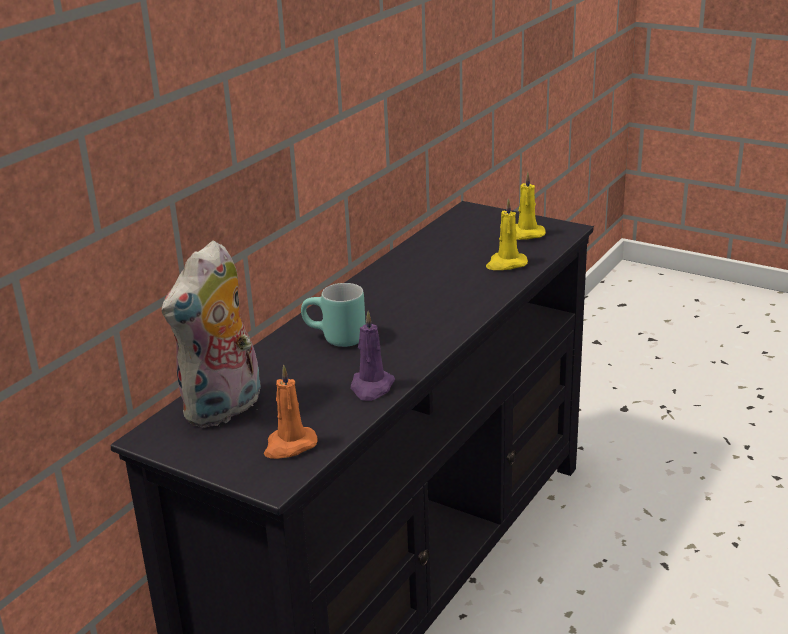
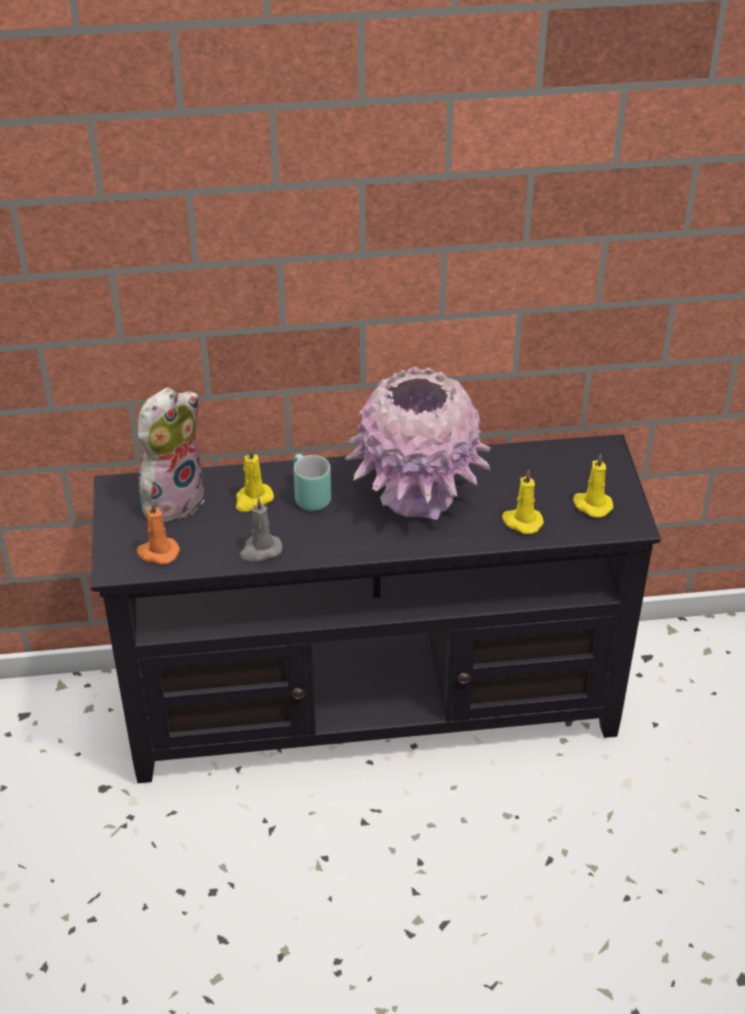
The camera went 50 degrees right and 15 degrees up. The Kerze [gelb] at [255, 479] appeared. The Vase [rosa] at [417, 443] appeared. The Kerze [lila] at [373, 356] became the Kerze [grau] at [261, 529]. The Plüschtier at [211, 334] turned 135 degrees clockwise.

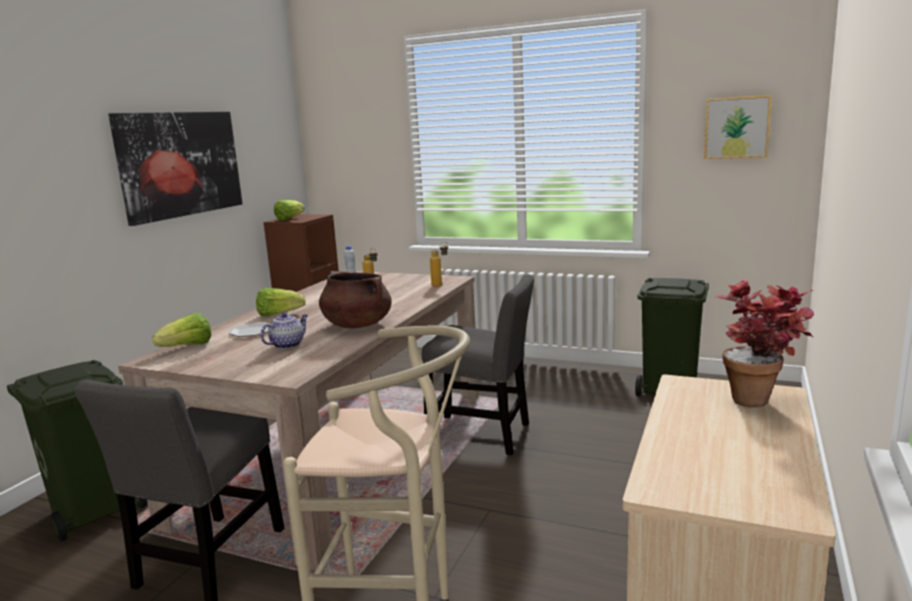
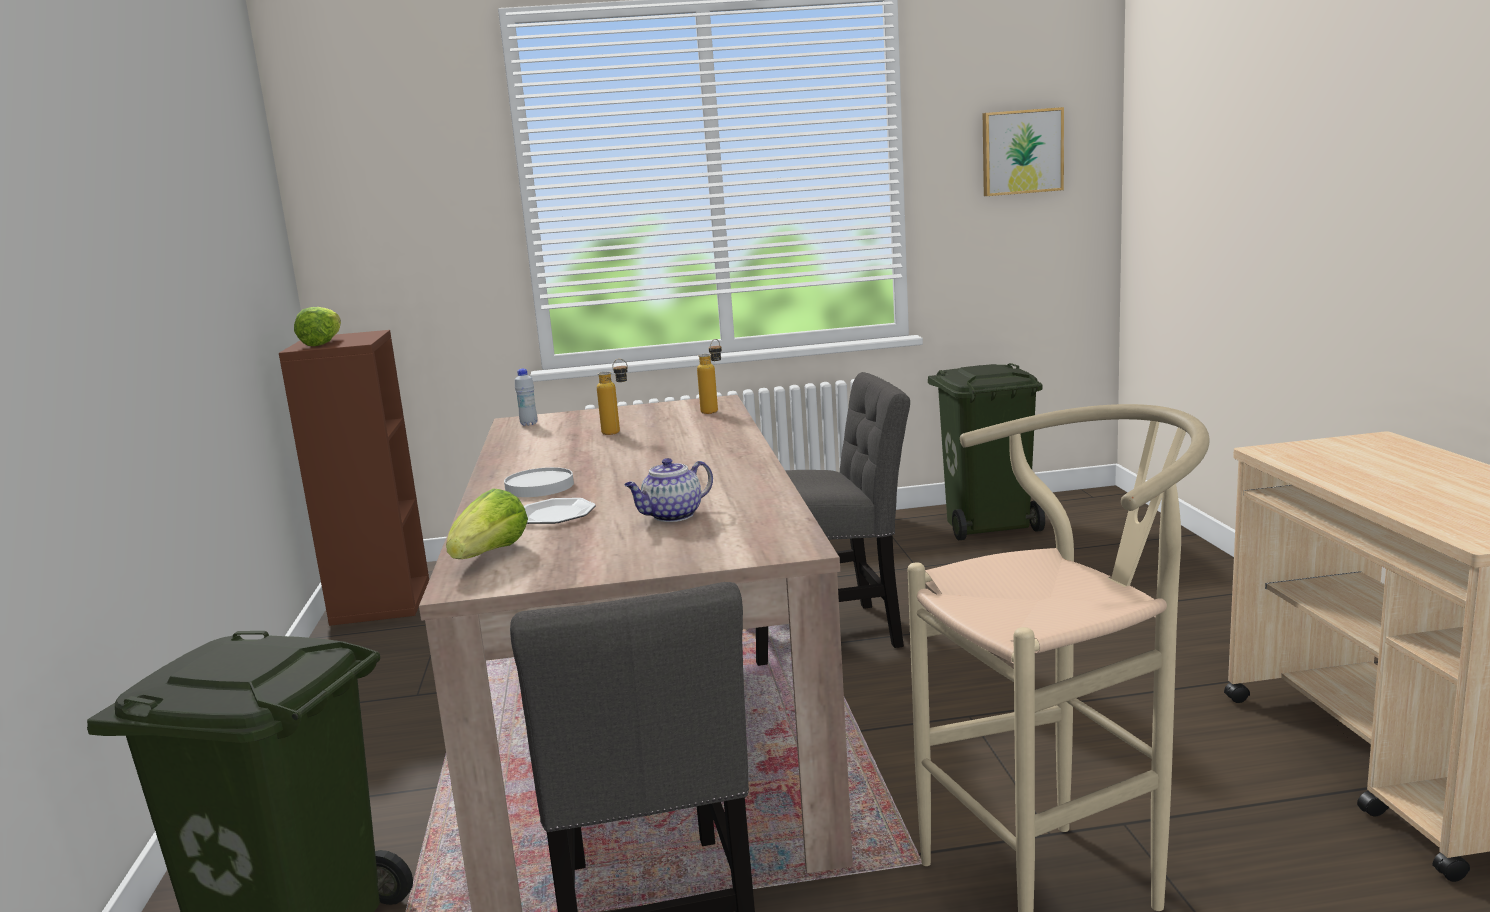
The camera went 30 degrees left and 0 degrees up. The Bild at [175, 169] disappeared. The Kochtopf [braun] at [355, 299] disappeared. The Topfpflanze at [764, 342] disappeared. The Salatkopf at [281, 302] was replaced by the Teller [weiß] at [539, 482]. The Teekanne at [284, 330] turned 135 degrees counterclockwise.

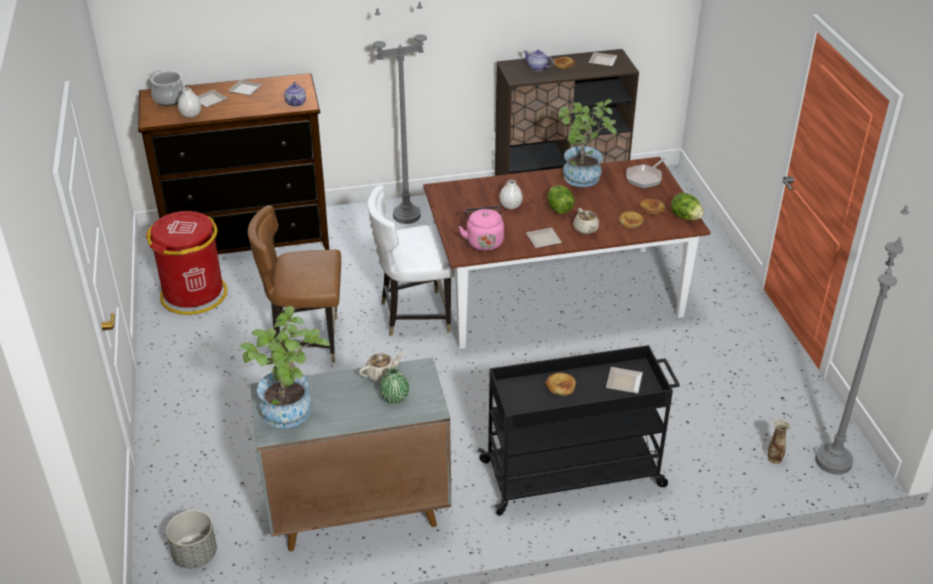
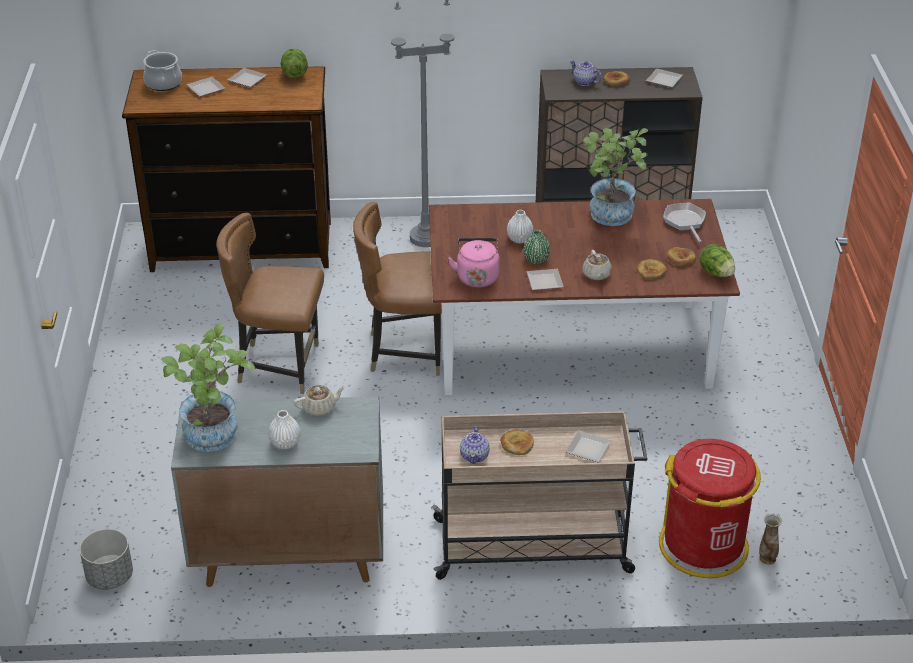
The camera went 10 degrees right and 0 degrees up. The Stehlampe [grau] at [862, 340] disappeared. The Mülleimer [rot] moved from [186, 263] to [710, 508]. The Vase [weiß] moved from [189, 103] to [284, 429]. The Teekanne moved from [295, 94] to [475, 445]. The Vase [grün] moved from [394, 385] to [536, 247]. The Salatkopf moved from [561, 199] to [294, 64]. The Stuhl [weiß] at [411, 260] became the Stuhl [braun] at [397, 289]. The Rollwagen [schwarz] at [578, 430] became the Rollwagen [beige] at [539, 495]. The Pfanne at [645, 173] turned 120 degrees clockwise.

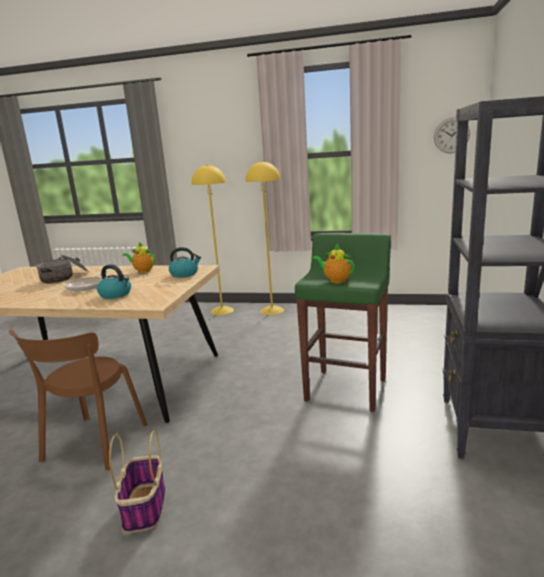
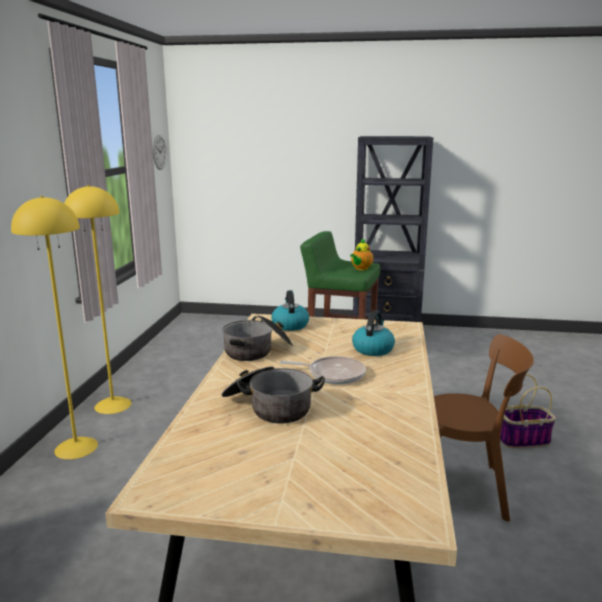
The camera went 95 degrees left and 0 degrees up. The Teekanne at [139, 257] was replaced by the Kochtopf at [257, 338].

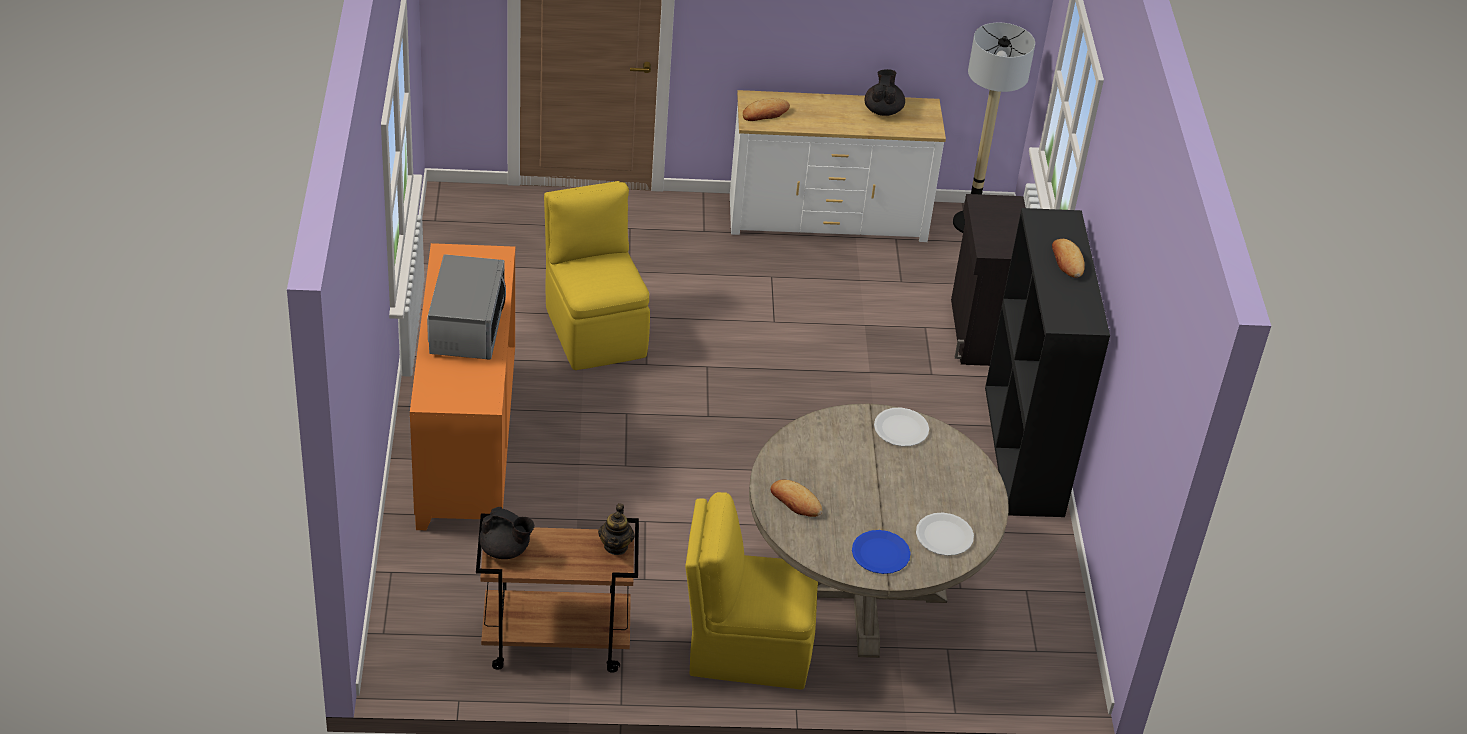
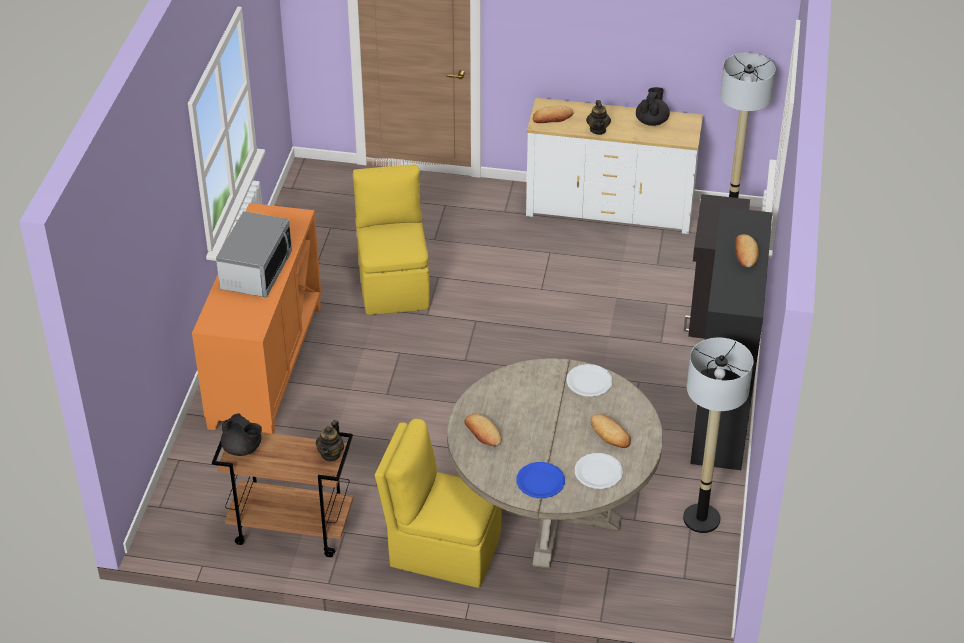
The camera went 15 degrees right and 0 degrees up. The Teekanne at [598, 117] appeared. The Brot at [611, 431] appeared. The Stehlampe at [718, 435] appeared.

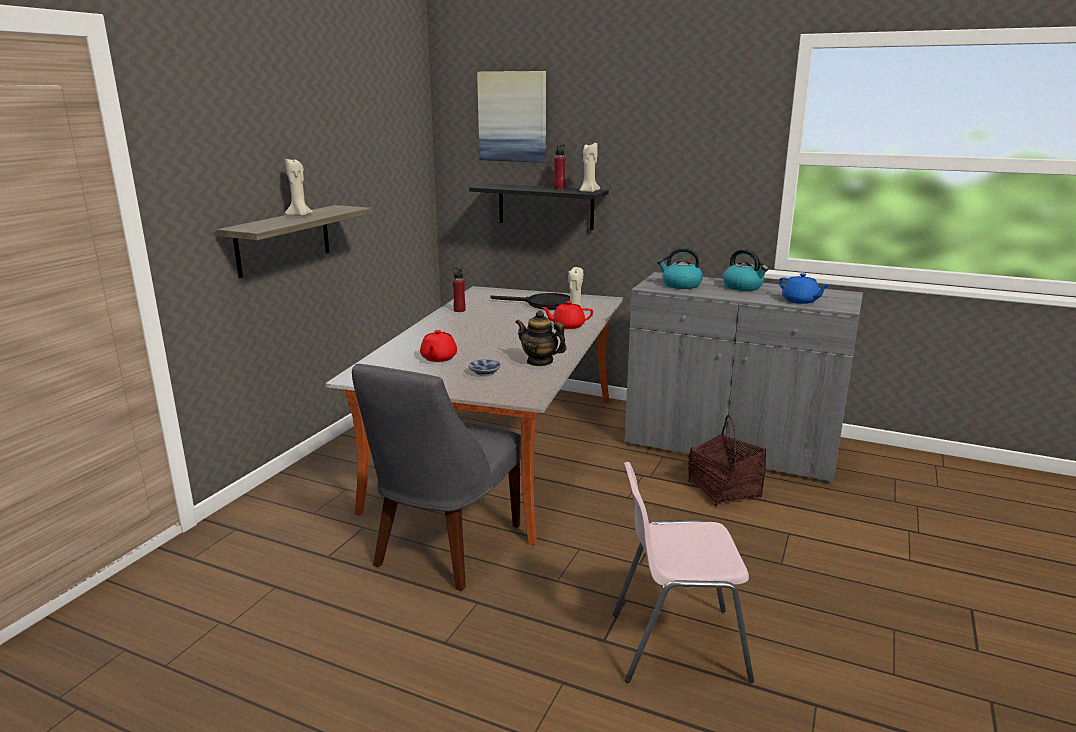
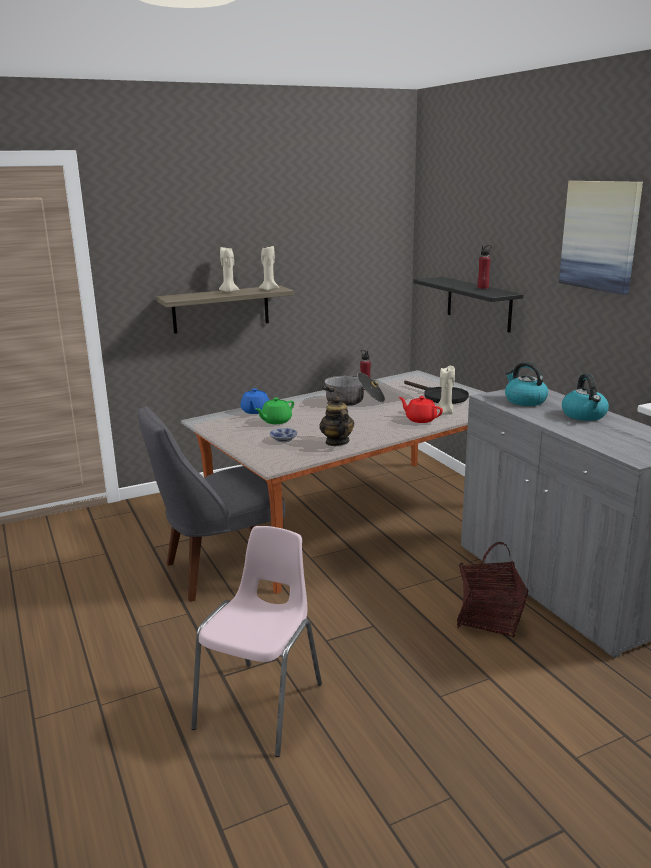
The camera went 40 degrees right and 0 degrees up. The Kochtopf at [353, 389] appeared. The Bild moved from [511, 117] to [601, 238]. The Kerze [beige] moved from [590, 168] to [269, 268]. The Teekanne [blau] moved from [804, 288] to [254, 401]. The Teekanne [rot] at [438, 346] became the Teekanne [grün] at [275, 411]. The Stuhl [rosa] at [683, 572] turned 75 degrees clockwise.

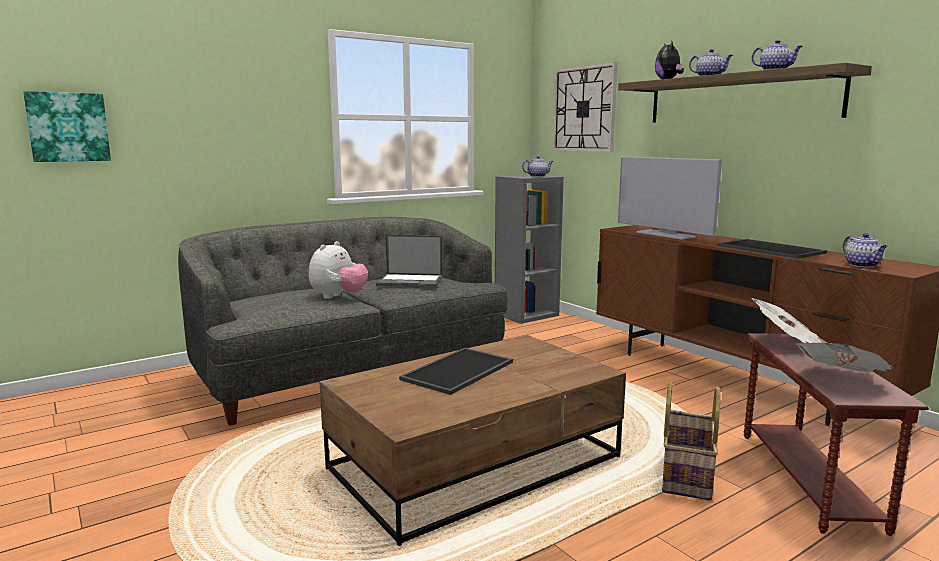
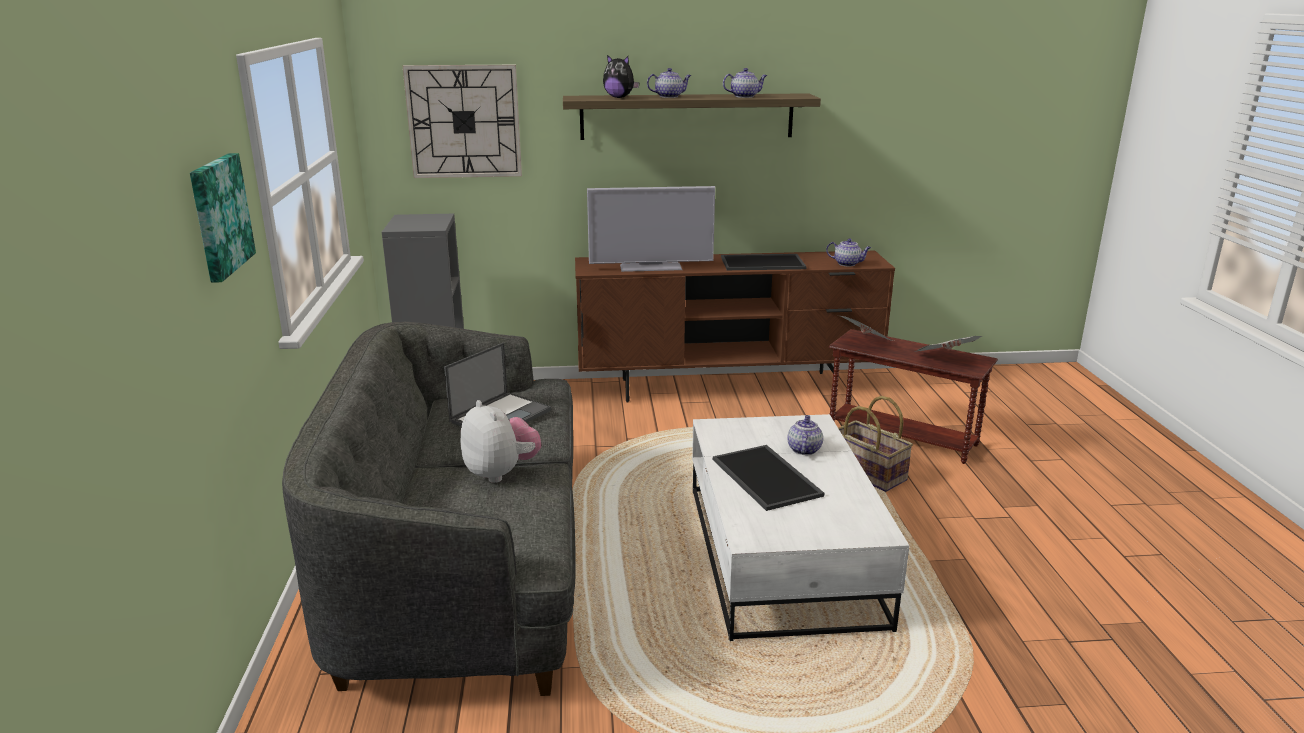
The camera went 60 degrees left and 10 degrees up. The Bild moved from [67, 126] to [223, 218]. The Teekanne moved from [537, 166] to [805, 435]. The Couchtisch [braun] at [472, 440] became the Couchtisch [weiß] at [800, 527].

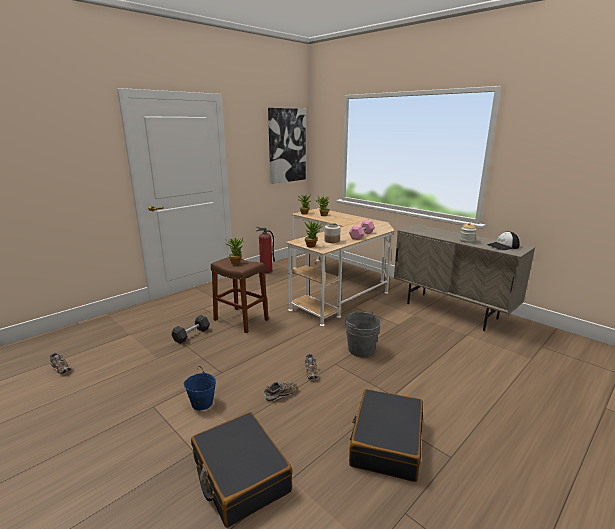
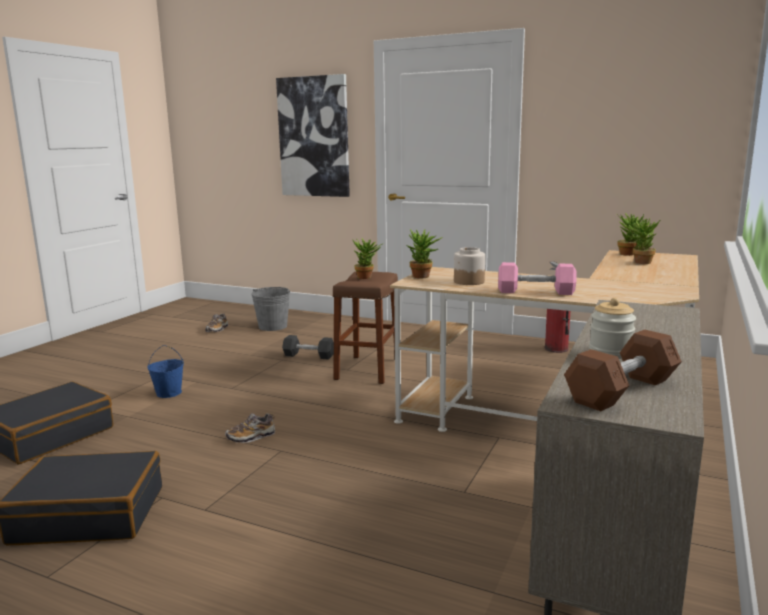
The camera went 70 degrees right and 5 degrees down. The Schuh at [280, 391] disappeared. The Bild moved from [287, 146] to [313, 135]. The Eimer [grau] moved from [363, 334] to [270, 309]. The Kappe at [503, 240] was replaced by the Hantel [braun] at [623, 370].

